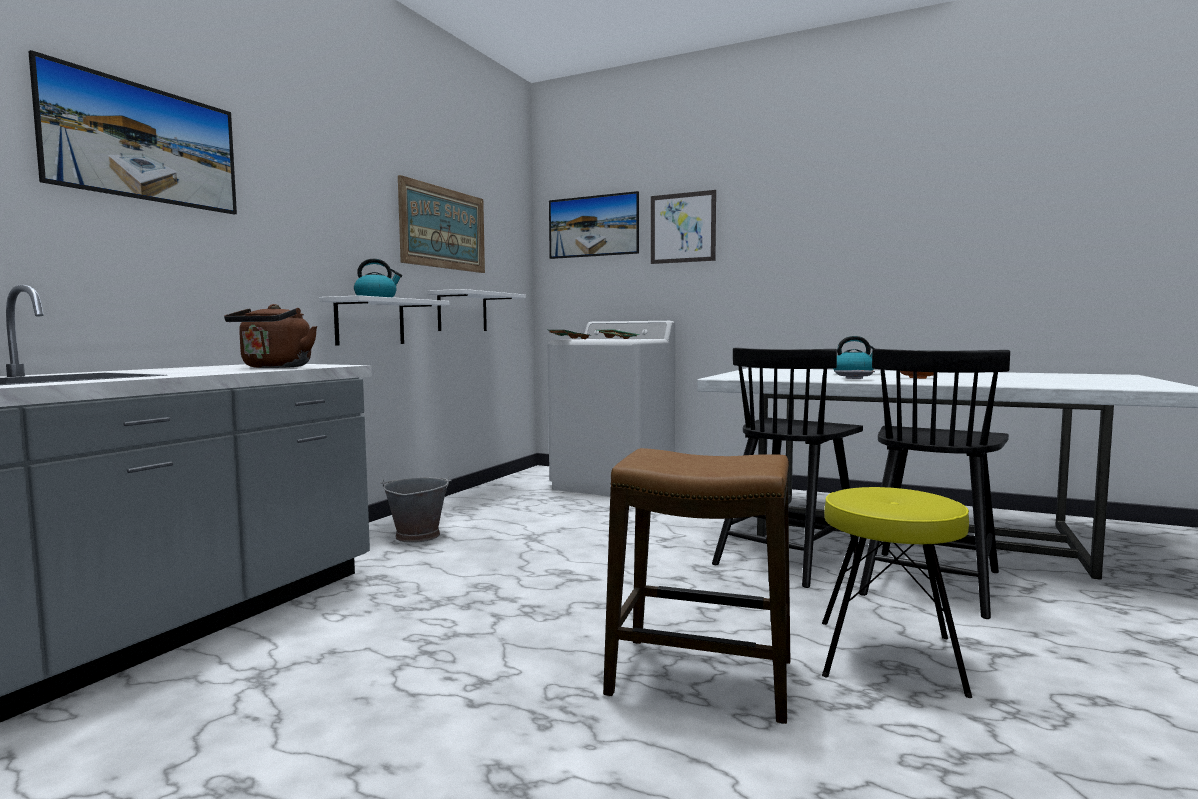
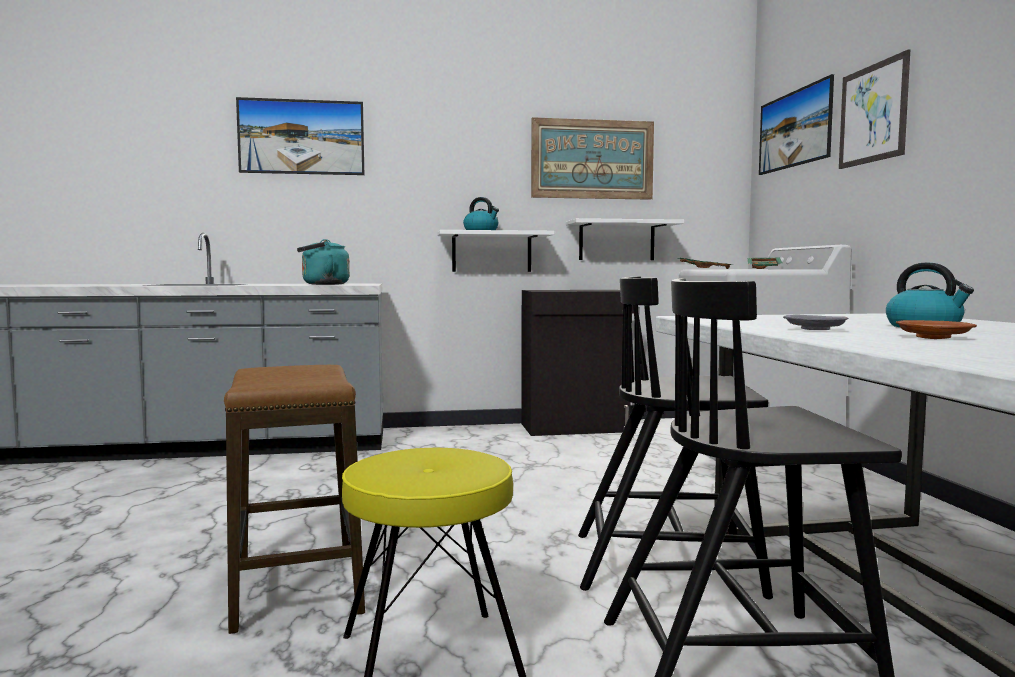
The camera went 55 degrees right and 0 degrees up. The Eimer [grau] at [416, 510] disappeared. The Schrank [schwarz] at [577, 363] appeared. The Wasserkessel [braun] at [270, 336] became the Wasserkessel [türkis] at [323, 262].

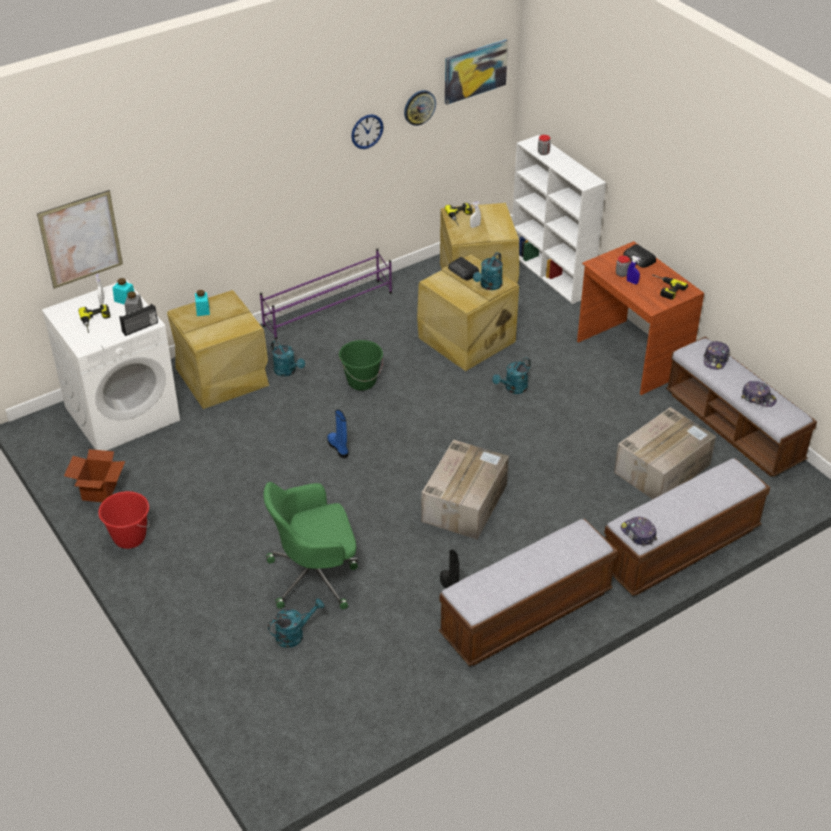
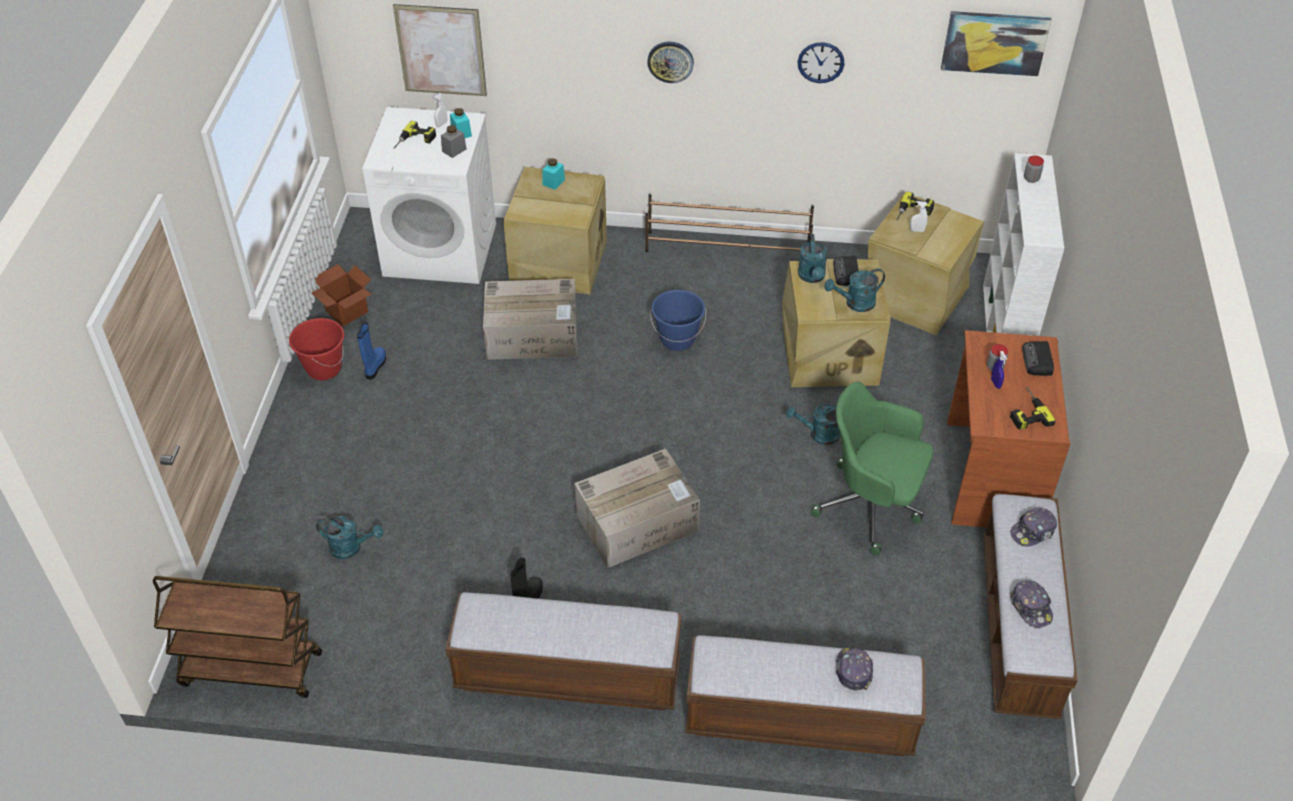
The camera went 40 degrees right and 5 degrees up. The Radio at [138, 320] disappeared. The Rollwagen [braun] at [237, 637] appeared. The Bürostuhl [grün] moved from [311, 545] to [872, 468]. The Gießkanne [türkis] moved from [288, 359] to [812, 258]. The Stiefel [blau] moved from [337, 433] to [371, 351]. The Wanduhr moved from [420, 108] to [670, 62]. The Karton moved from [665, 453] to [530, 319]. The Kappe moved from [639, 530] to [854, 669]. The Schuhregal [lila] at [326, 294] became the Schuhregal [braun] at [729, 223]. The Eimer [grün] at [361, 365] became the Eimer [blau] at [678, 320].

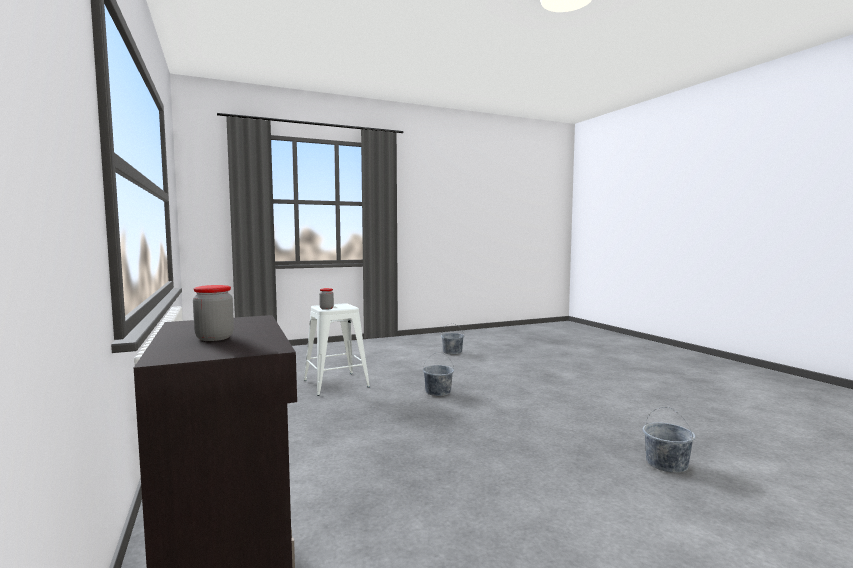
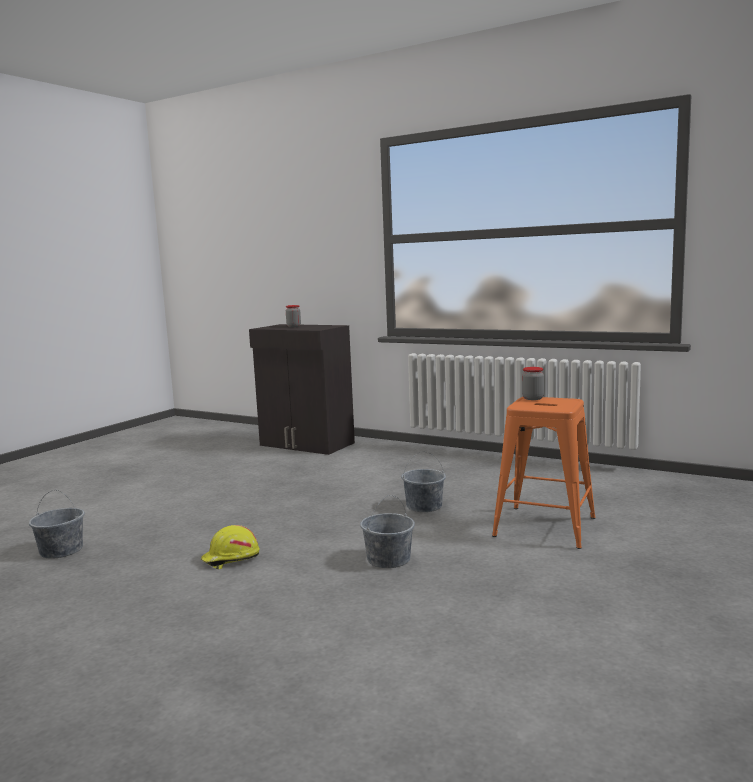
The camera went 145 degrees right and 5 degrees up. The Schutzhelm [gelb] at [230, 547] appeared. The Eimer [grau] moved from [452, 338] to [423, 481]. The Hocker [weiß] at [337, 349] became the Hocker [orange] at [544, 473].

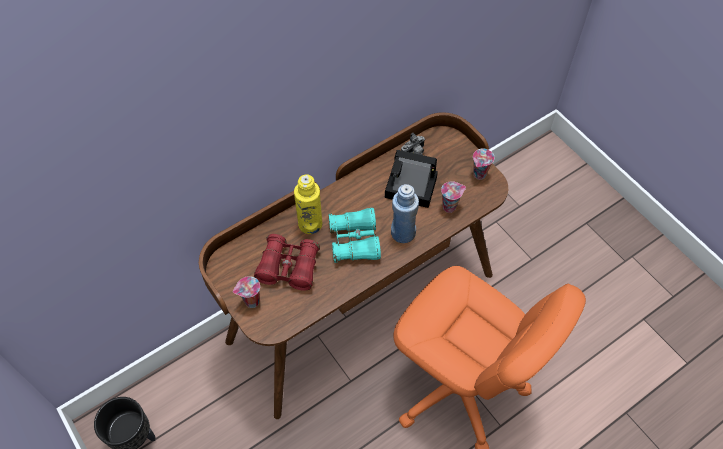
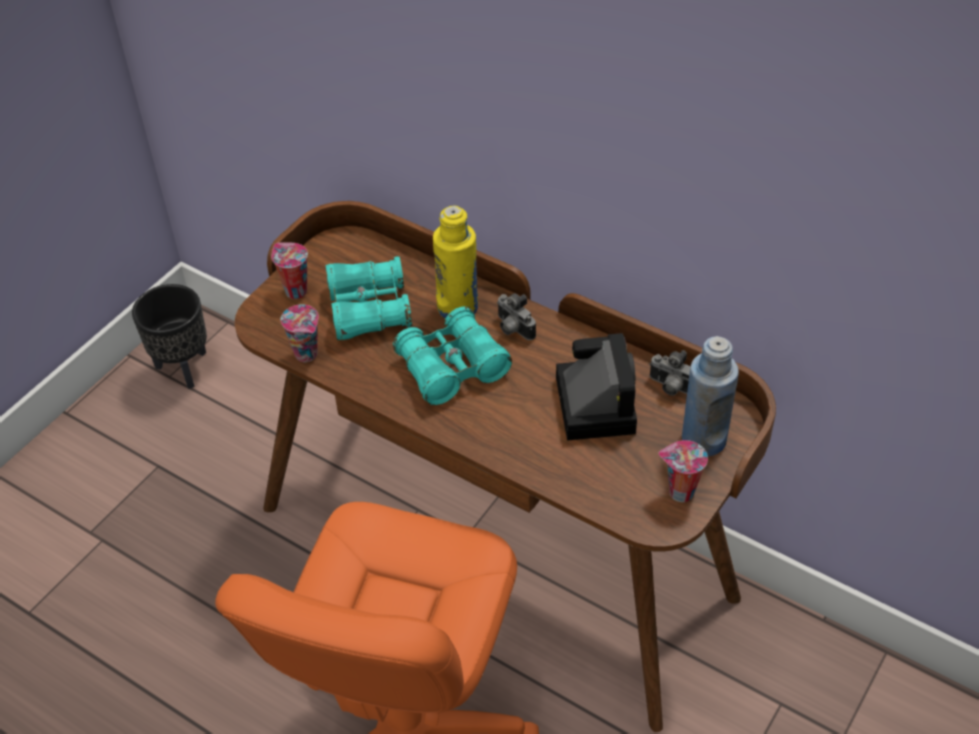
The camera went 70 degrees right and 10 degrees down. The Kamera at [516, 316] appeared. The Flasche [blau] moved from [405, 213] to [710, 396]. The Tasse moved from [453, 197] to [299, 333]. The Fernglas [rot] at [287, 262] became the Fernglas [türkis] at [368, 298].

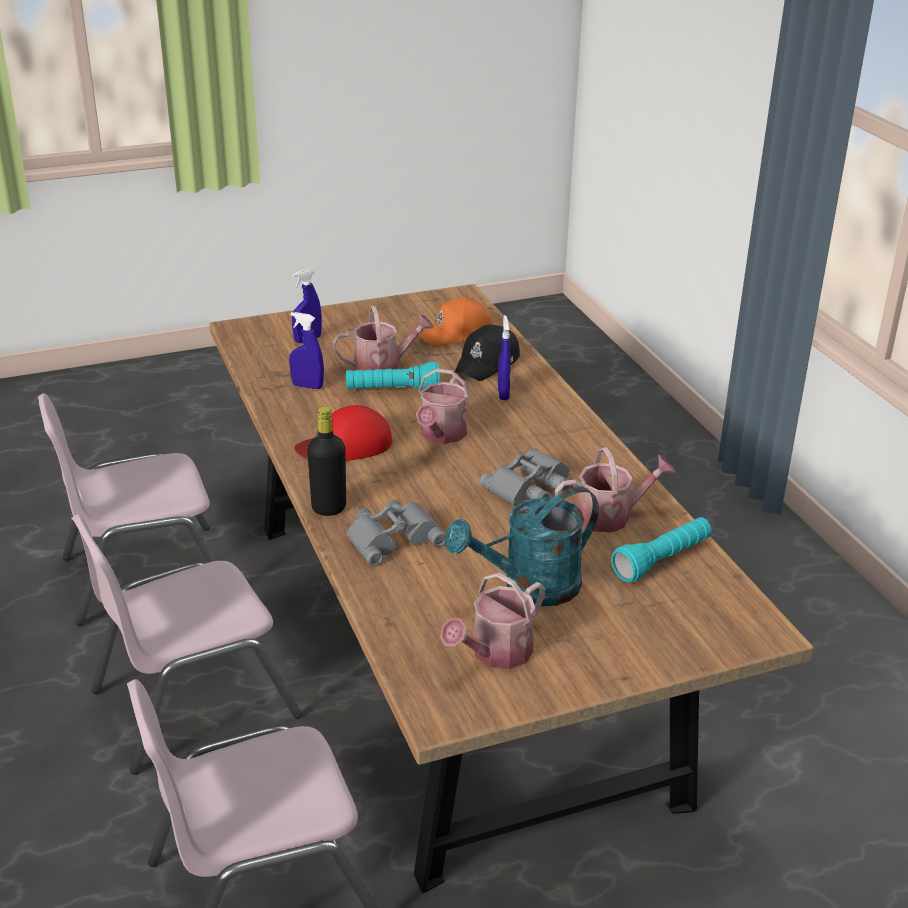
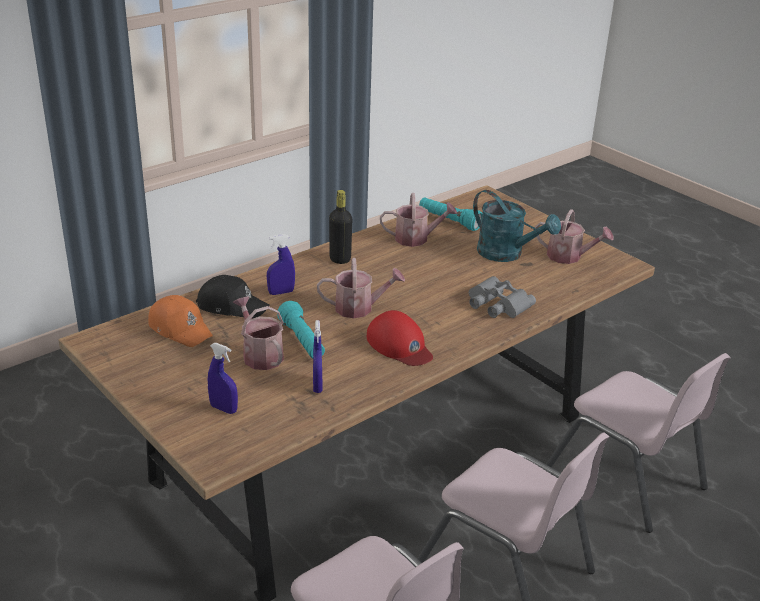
The camera went 110 degrees left and 0 degrees up. The Fernglas [grau] at [526, 477] disappeared. The Flasche [schwarz] moved from [326, 461] to [340, 227]. The Gießkanne at [615, 490] turned 120 degrees clockwise.

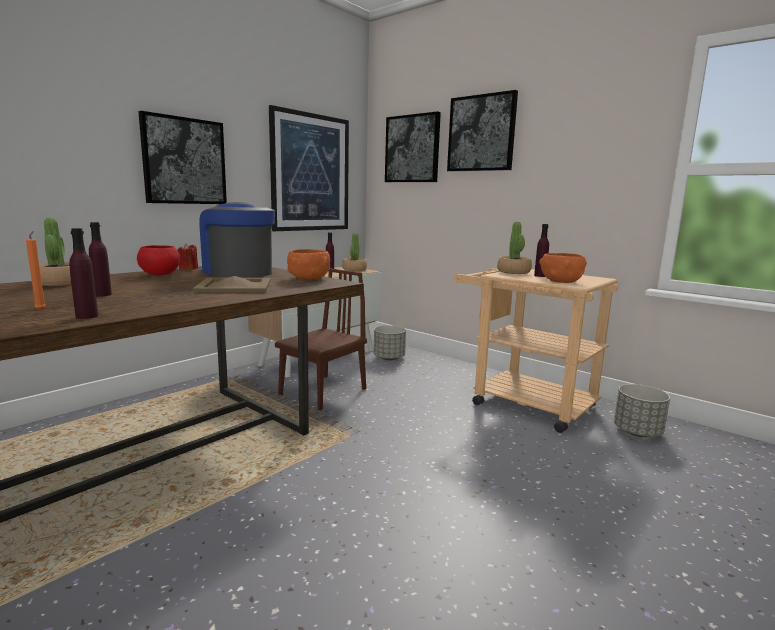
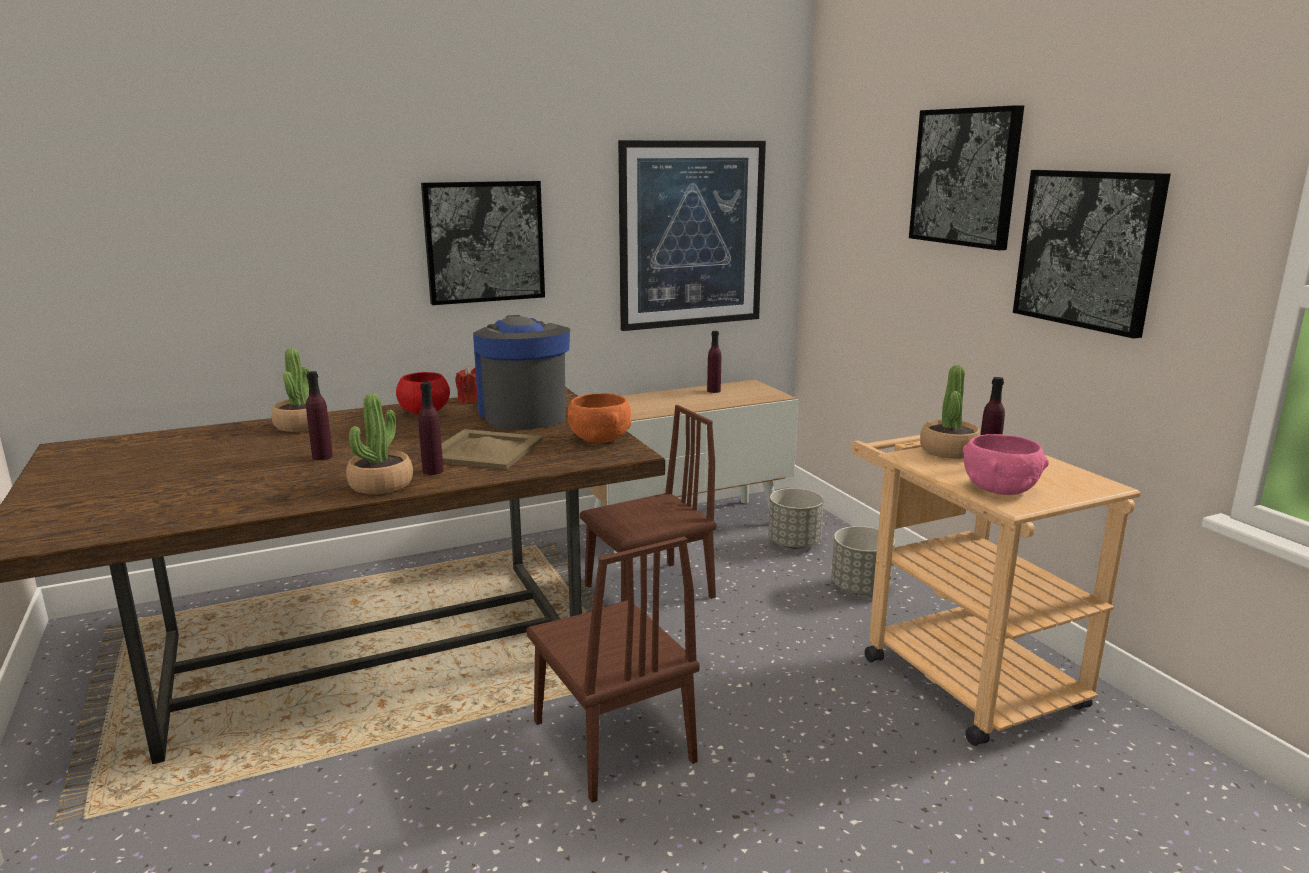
The camera went 25 degrees right and 5 degrees up. The Kerze [orange] at [36, 270] disappeared. The Stuhl [braun] at [613, 670] appeared. The Flasche [lila] moved from [83, 273] to [431, 428]. The Topfpflanze moved from [354, 252] to [379, 443]. The Bild moved from [413, 146] to [1092, 254]. The Pflanzkübel [grau] moved from [642, 410] to [863, 560]. The Schüssel [orange] at [563, 268] became the Schüssel [rosa] at [1006, 464].

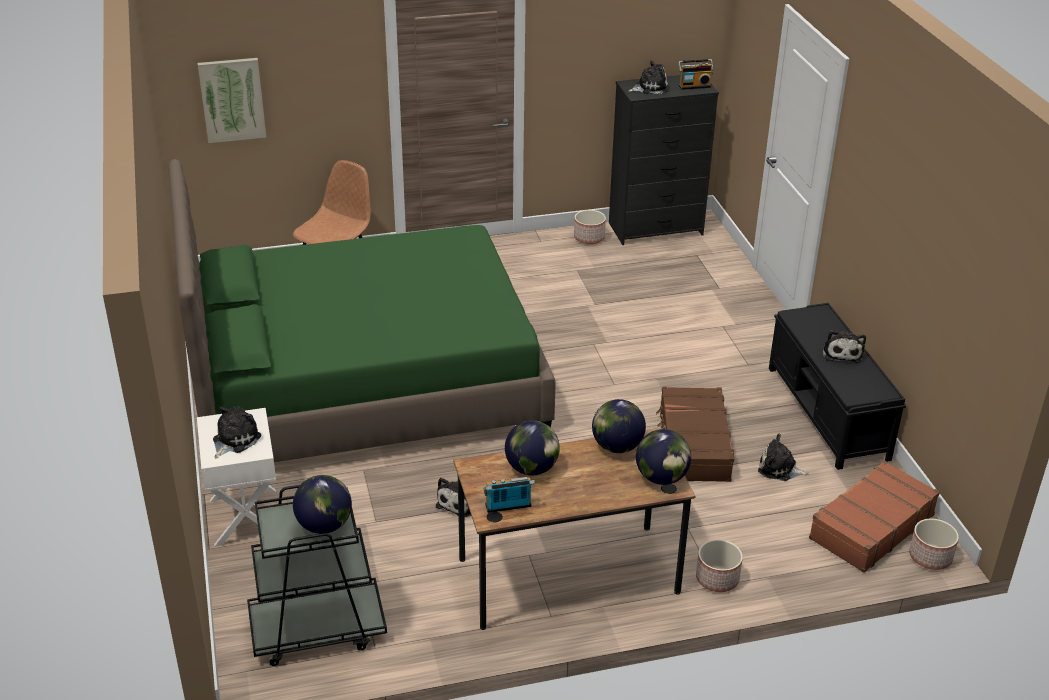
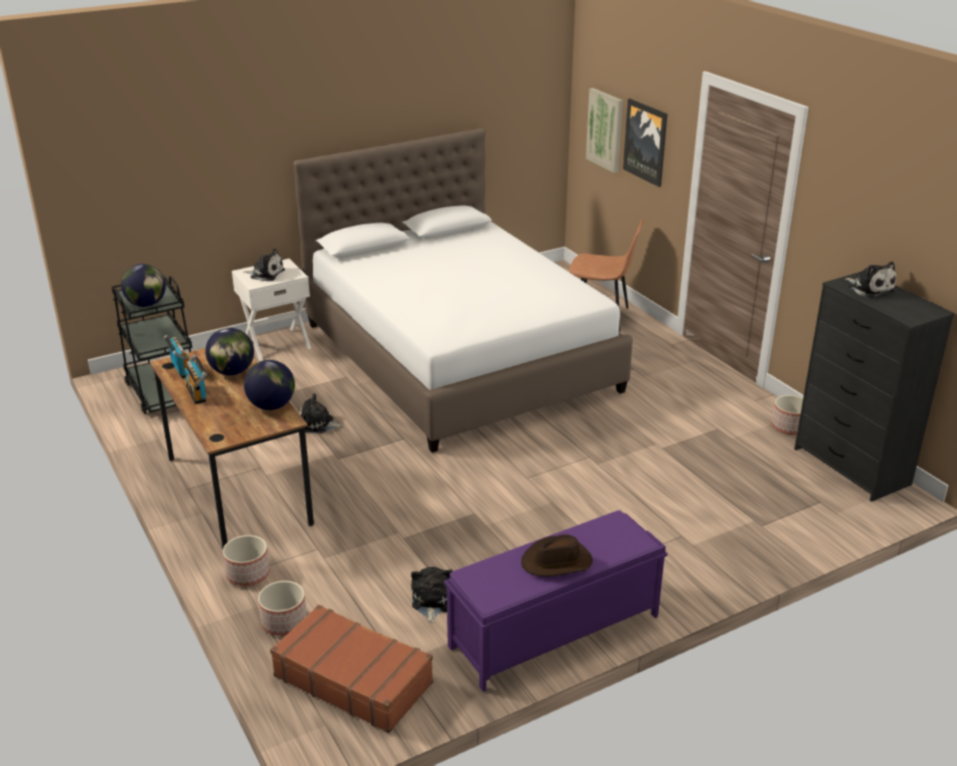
The camera went 75 degrees right and 5 degrees down. The Globus at [663, 457] disappeared. The Koffer [braun] at [695, 434] disappeared. The Bild at [645, 142] appeared. The Radio moved from [695, 74] to [196, 379]. The Pflanzkübel moved from [934, 544] to [282, 608]. The Plüschtier at [844, 346] was replaced by the Hut [braun] at [557, 555]. The Bett [grün] at [361, 311] became the Bett [weiß] at [463, 290]. The Bank [schwarz] at [837, 386] became the Bank [lila] at [556, 601].

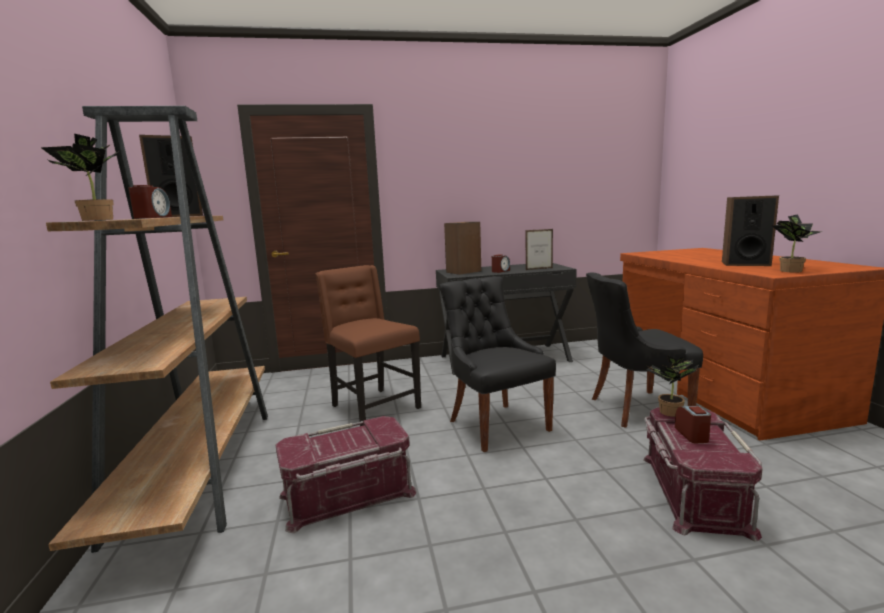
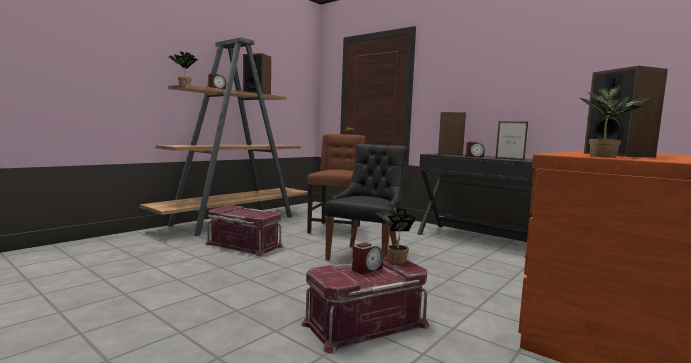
The camera went 50 degrees right and 5 degrees down. The Stuhl [schwarz] at [644, 350] disappeared.

